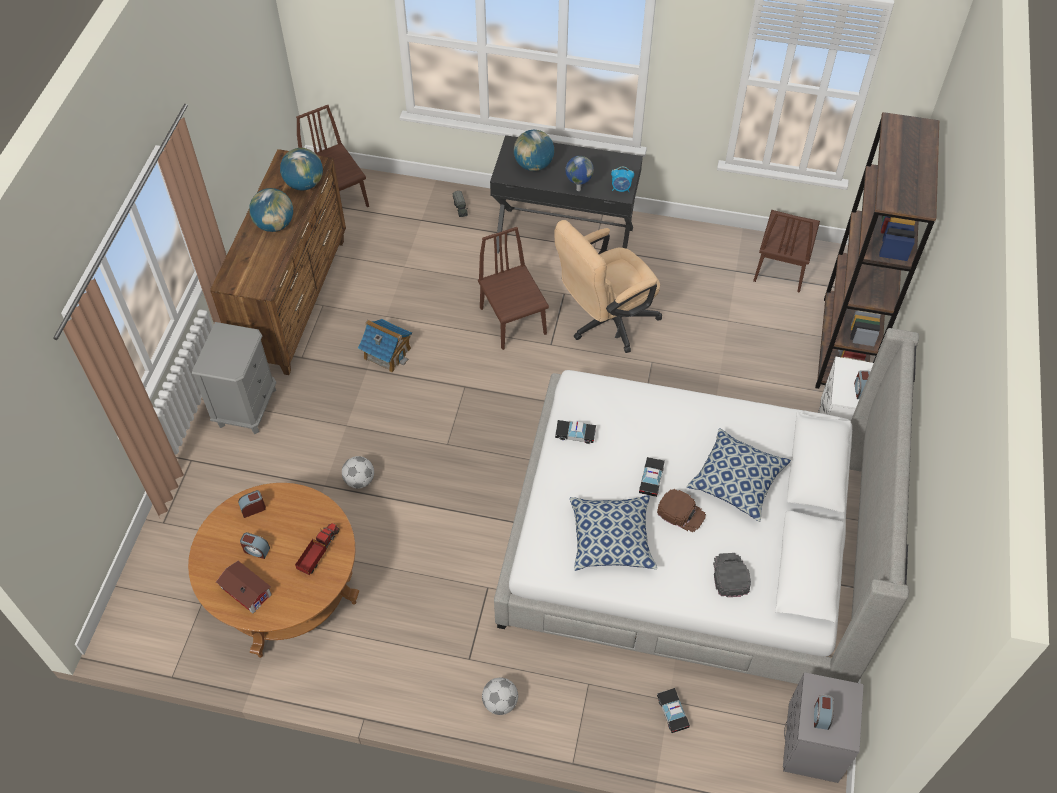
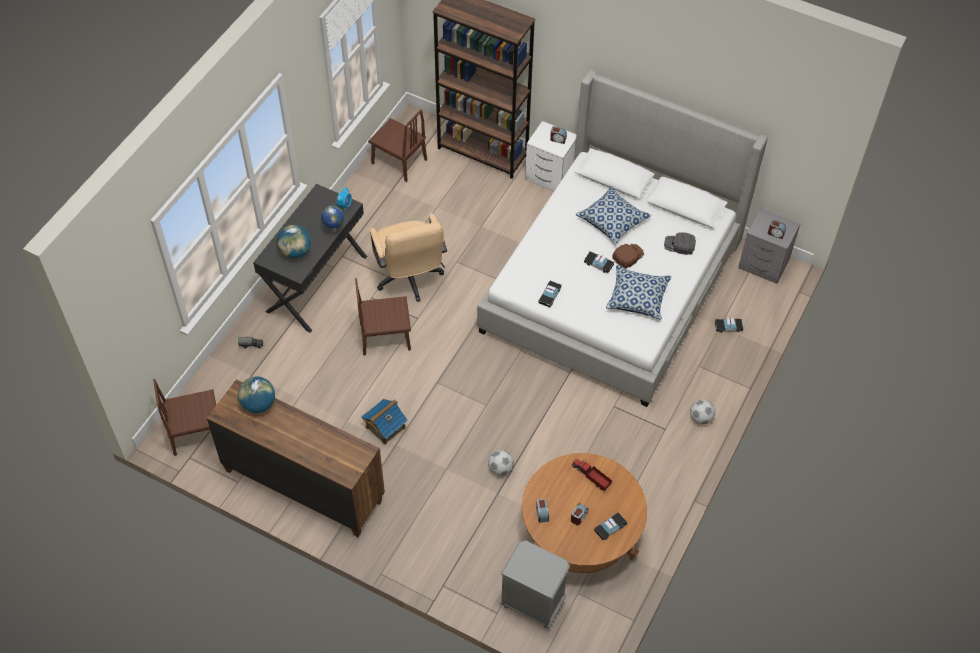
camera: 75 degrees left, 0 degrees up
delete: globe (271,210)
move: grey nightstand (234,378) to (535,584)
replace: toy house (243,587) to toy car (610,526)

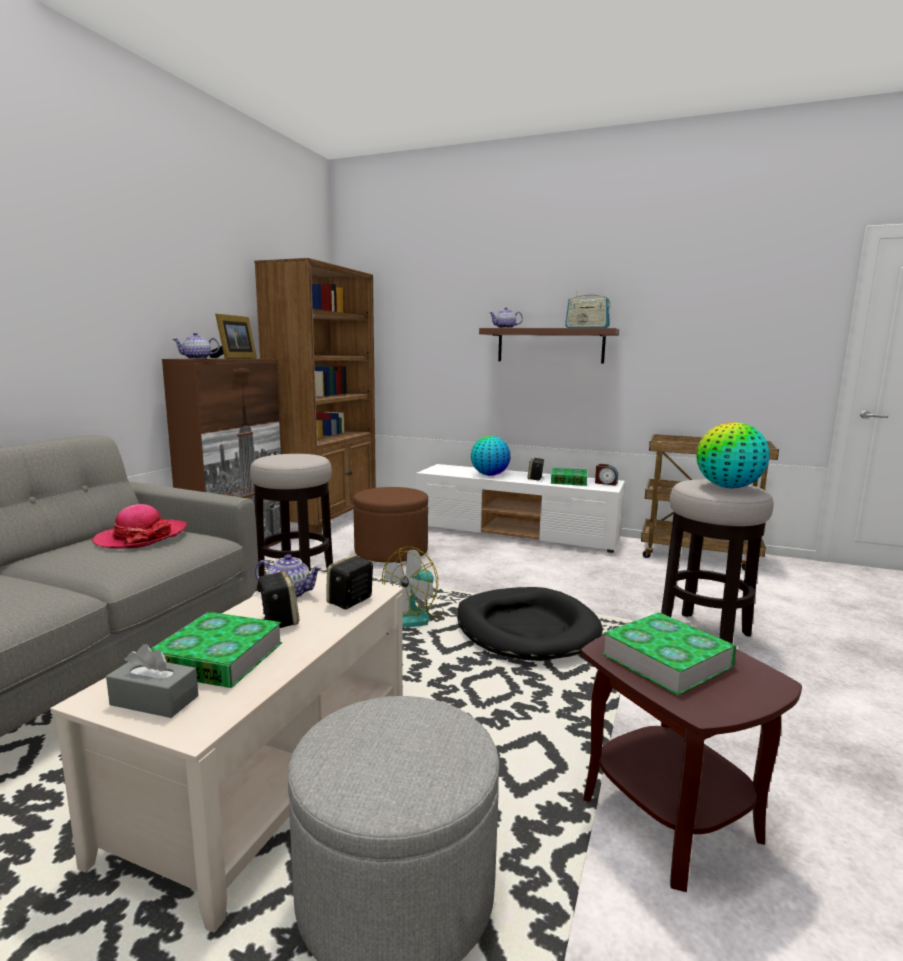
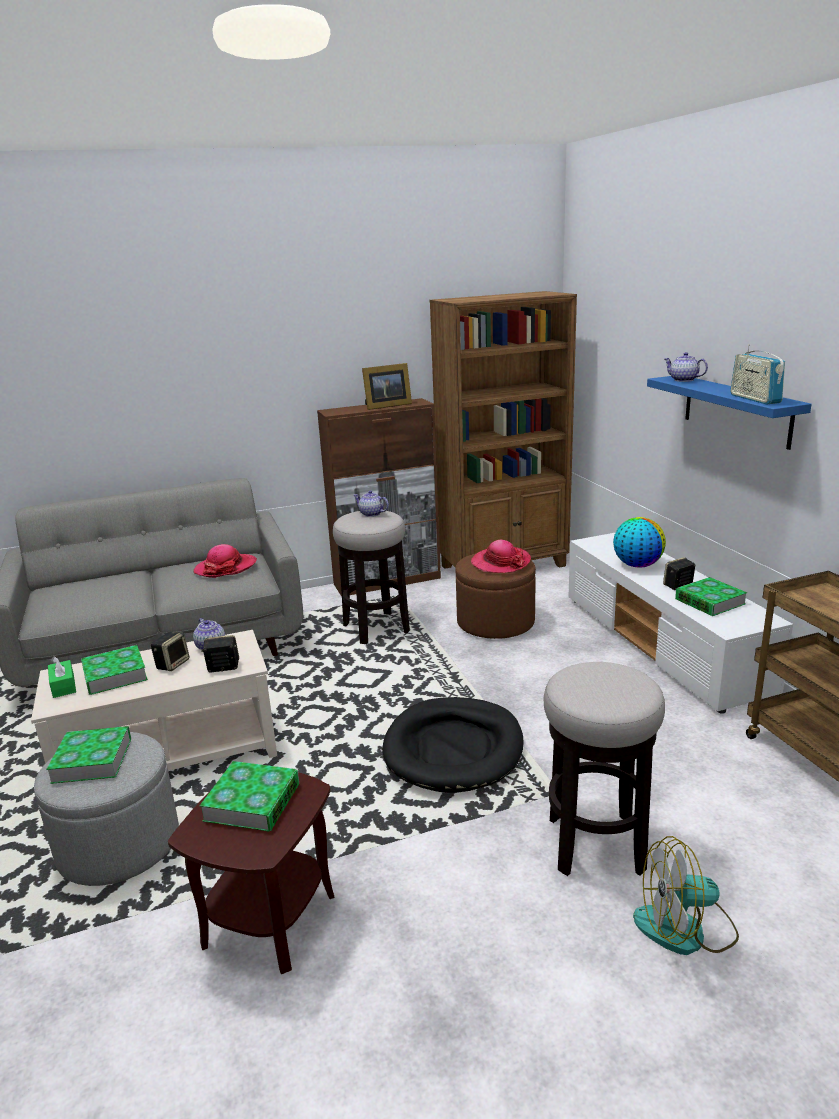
camera: 50 degrees right, 10 degrees up
delete: globe (733,455); alarm clock (606,475)
insert: hat (501,556); book (88,755)
move: teapot (196,346) to (371,504); fan (413,587) to (686,895)
recolor: brown shelf (549,345) to blue shelf (729,413); grey tissue box (152,681) to green tissue box (62,677)

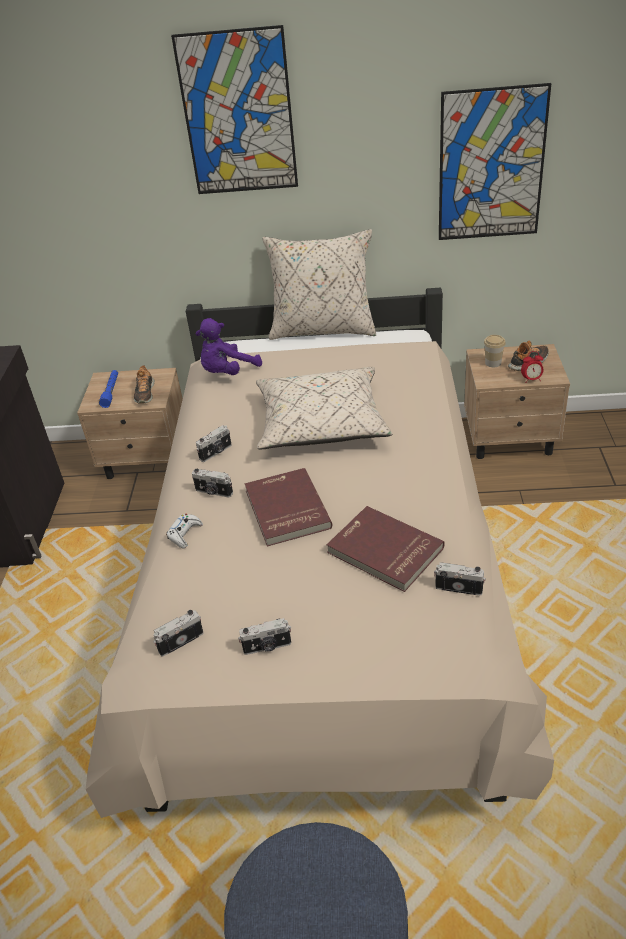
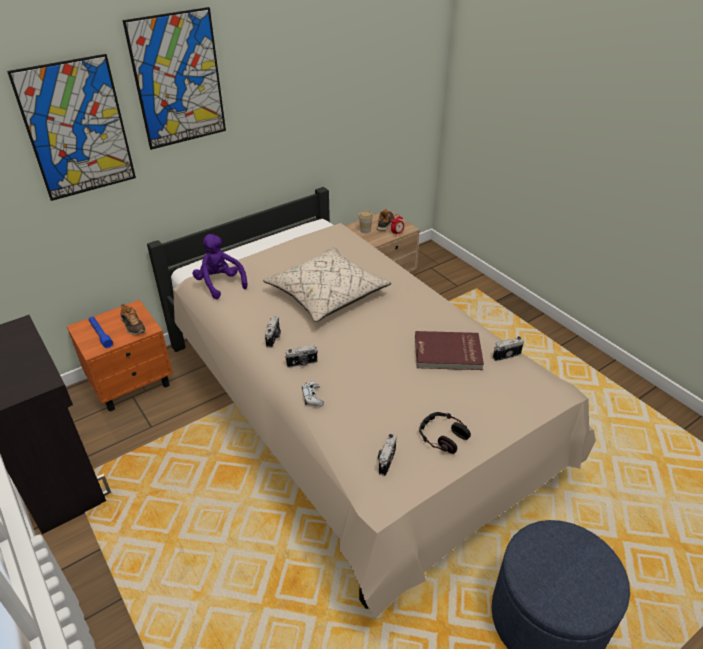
camera: 40 degrees left, 0 degrees up
delete: beige pillow (319,284); red book (288,507)
move: picture (495,161) to (71,127)
replace: photo camera (264,636) to headphones (445,433)
recolor: beige nightstand (130,423) to orange nightstand (120,355)
rotate: purple plush toy (229,346) = (220,266) 135 degrees clockwise

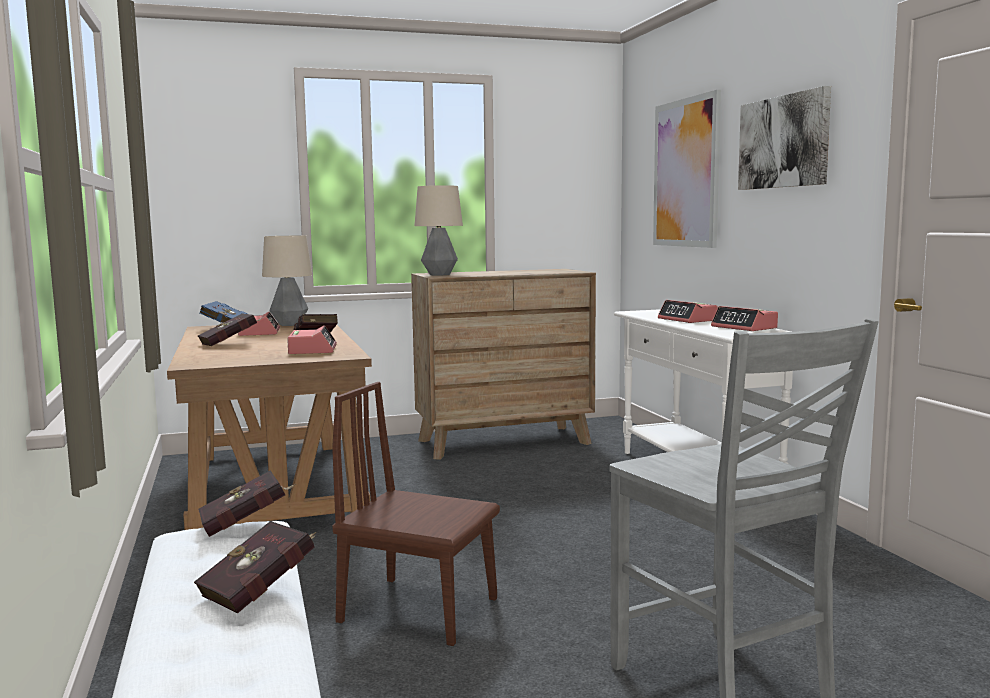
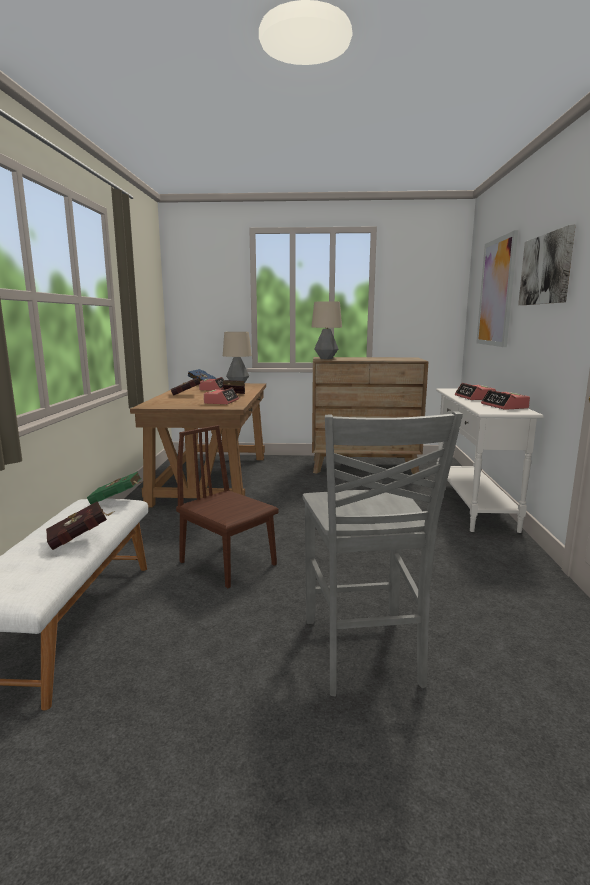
camera: 20 degrees right, 5 degrees up
recolor: red book (247,503) to green book (115,487)

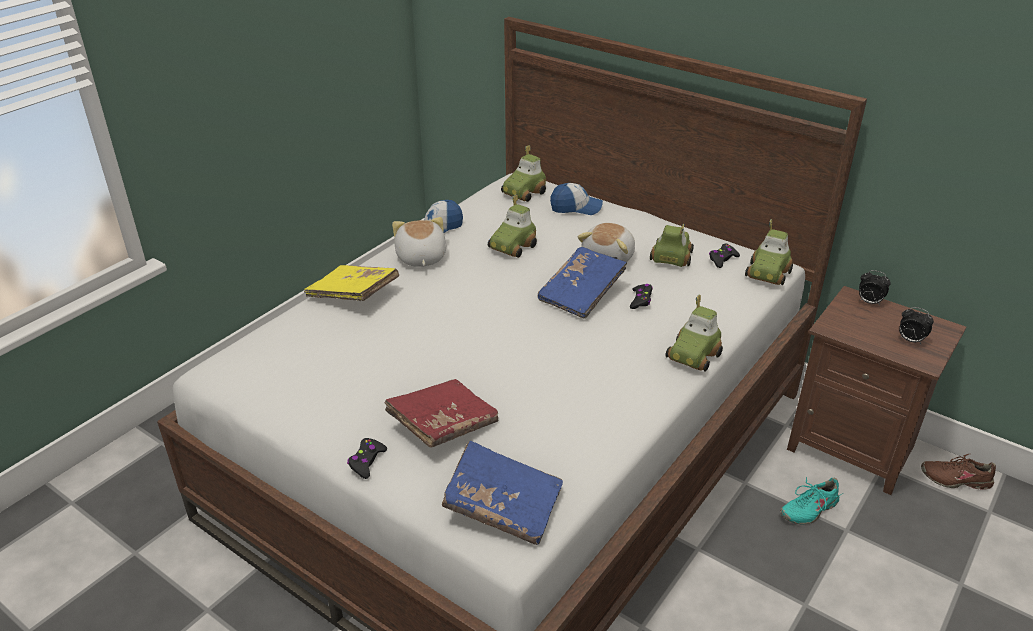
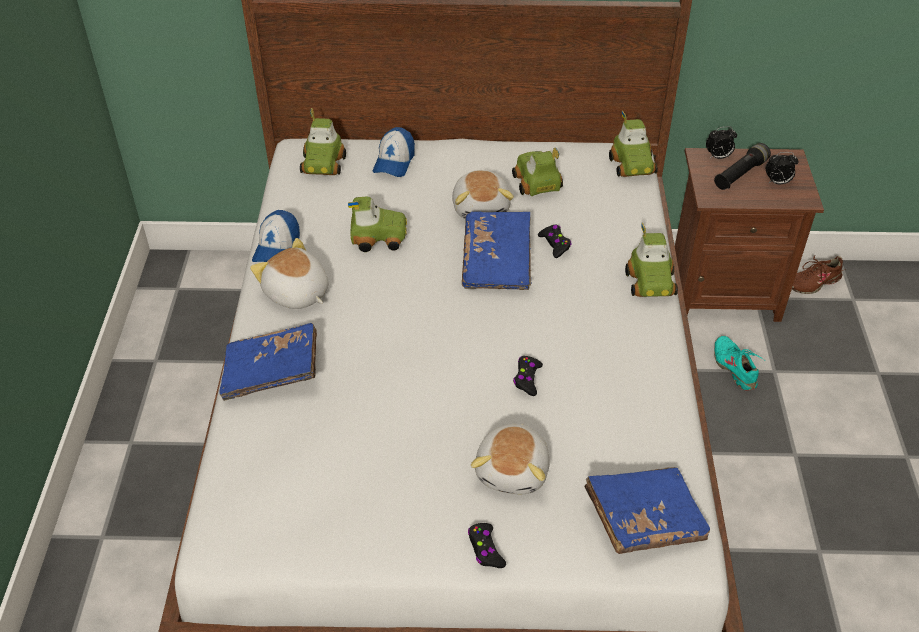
camera: 35 degrees left, 10 degrees up
insert: black flashlight (742,166)
move: black game controller (724,256) to (528,376)
replace: red book (441,413) to plush toy (510,459)
recolor: yellow book (351,283) to blue book (268,362)
rotate: cap (576,199) = (394,152) 135 degrees clockwise; toy car (512,226) = (377,224) 90 degrees counterclockwise; turquoise shoe (811,501) = (739,363) 135 degrees clockwise

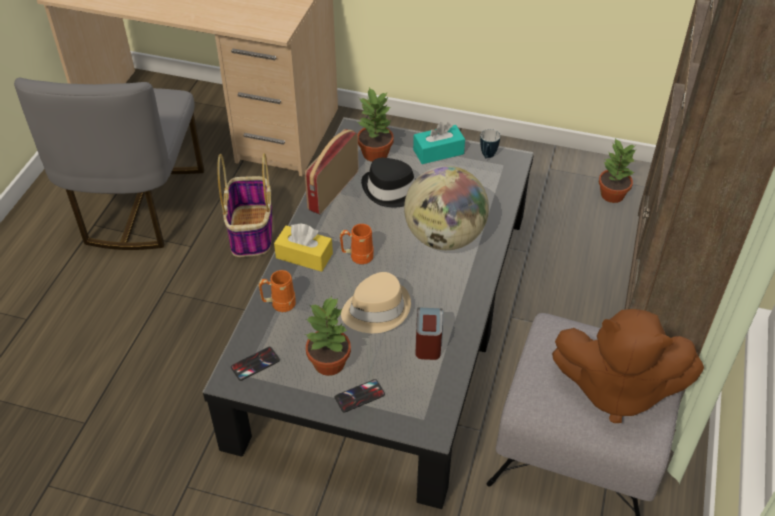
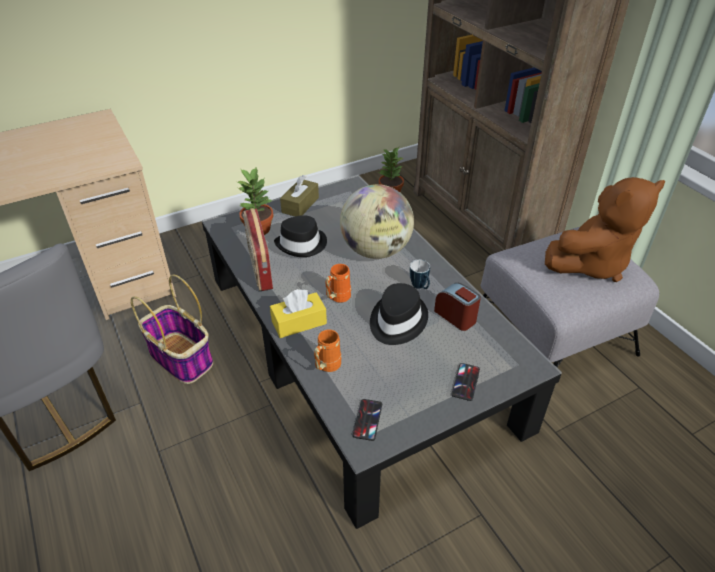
camera: 45 degrees left, 5 degrees down
delete: potted plant (328,336)
move: mug (490,143) to (420,274)
recolor: turquoise tissue box (439,143) to brown tissue box (299,195); beige hat (376,302) to black hat (399,314)

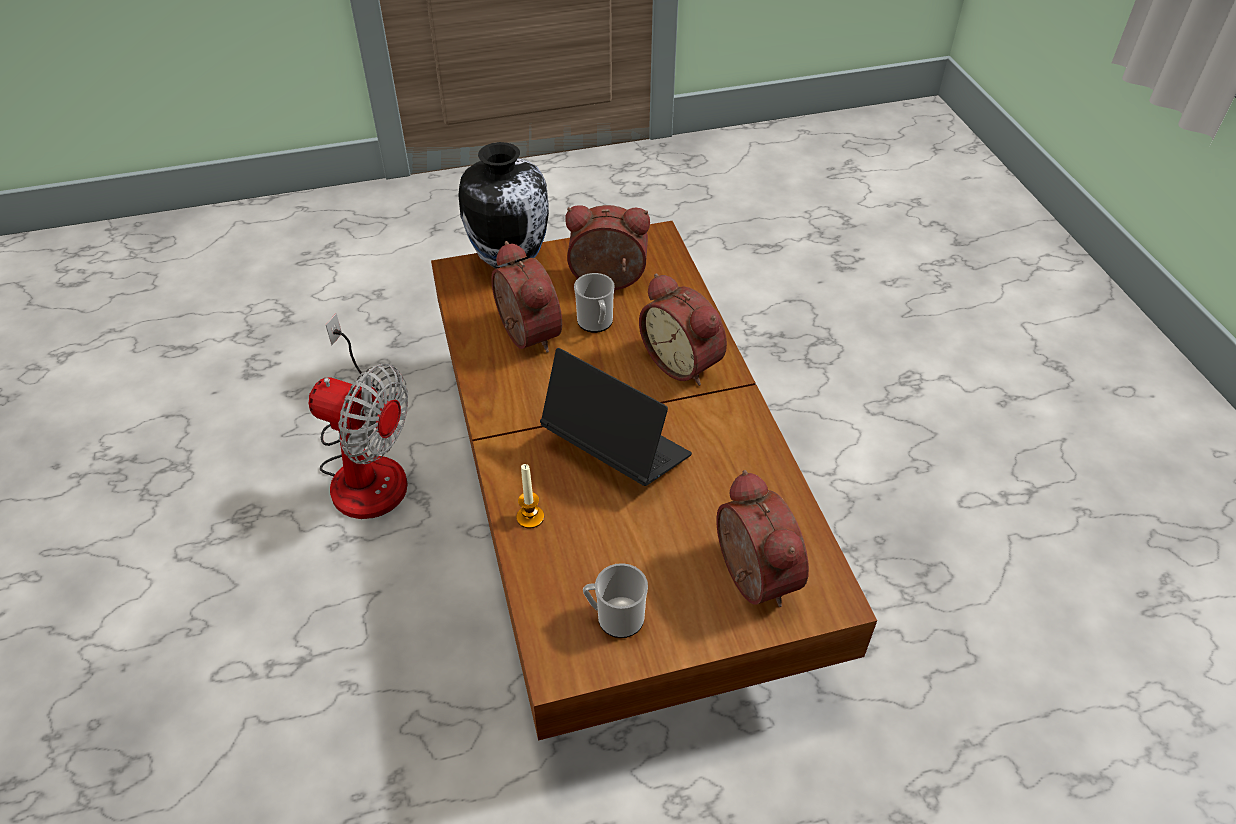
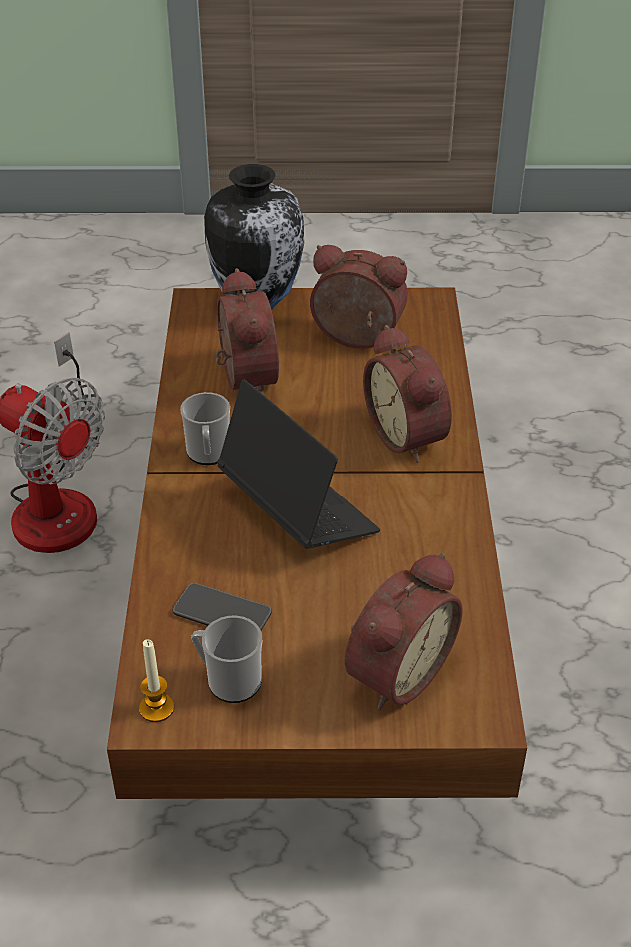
camera: 15 degrees right, 5 degrees down
insert: phone (222,606)
move: mug (594,303) to (205,428); candle (530,496) to (156,680)
rotate: alarm clock (762,538) = (404,631) 45 degrees clockwise

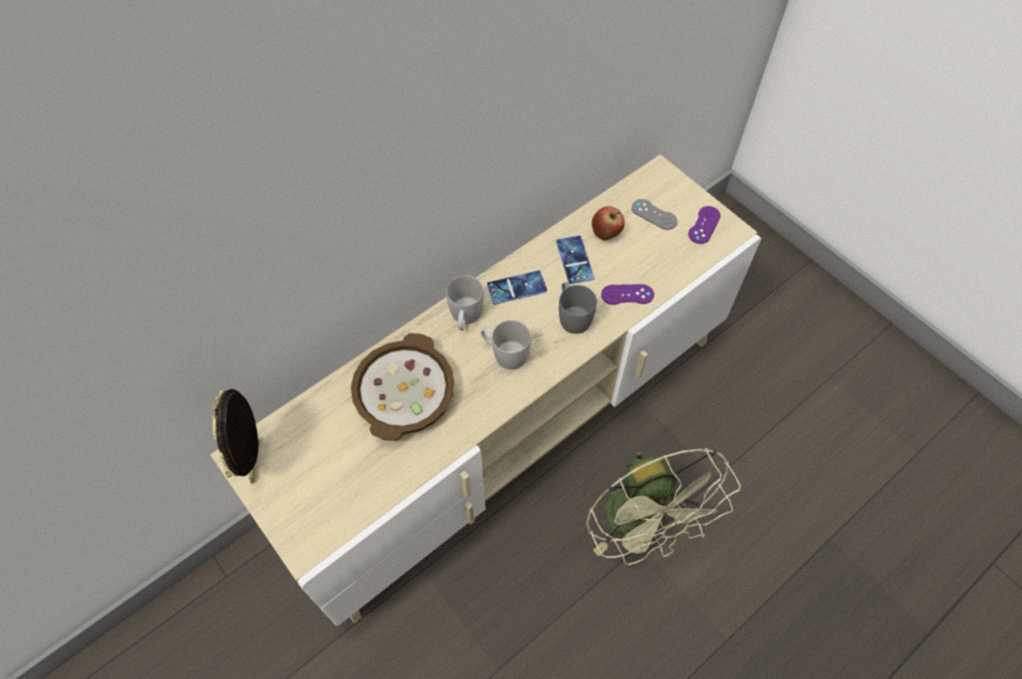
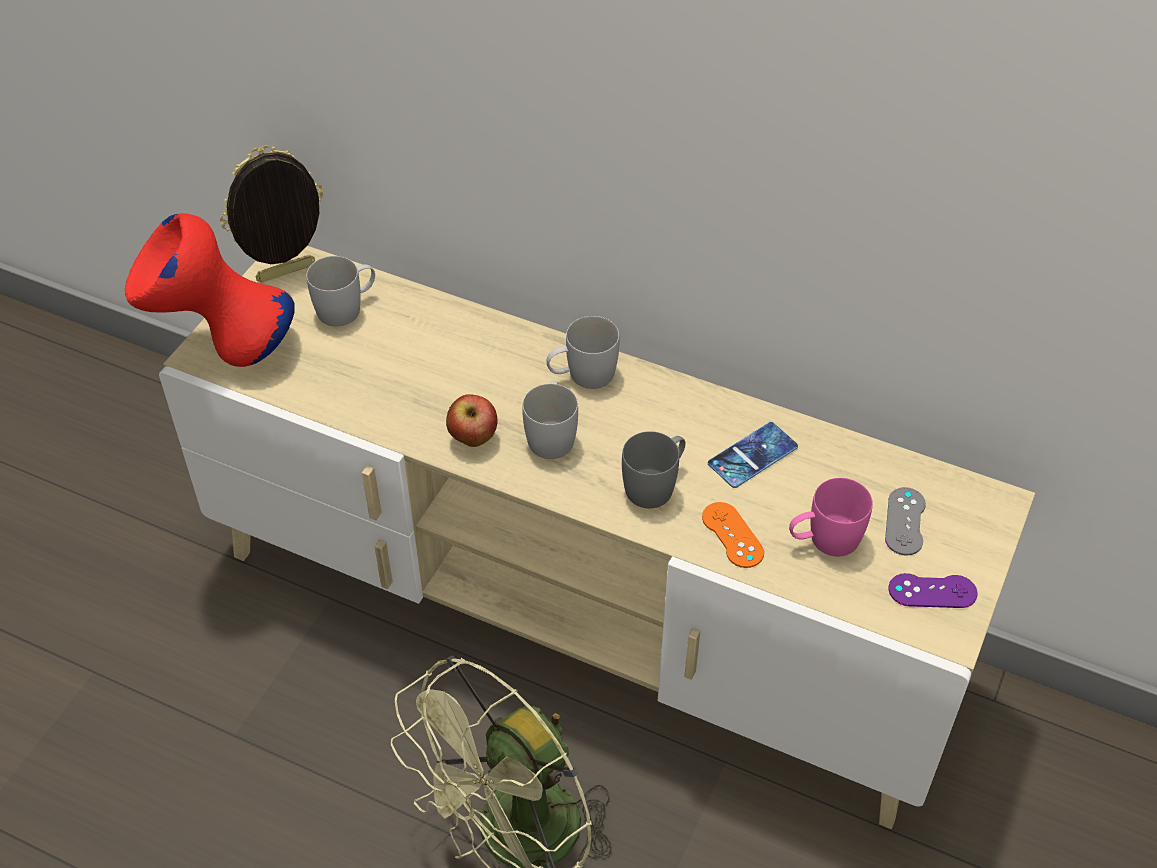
camera: 65 degrees right, 10 degrees down
delete: phone (517,287); bowl (402,387)
insert: red vase (210,290); white mug (340,291); pink mug (831,517)
move: apple (608,223) to (471,420)
recolor: purple game controller (627,294) to orange game controller (733,535)

